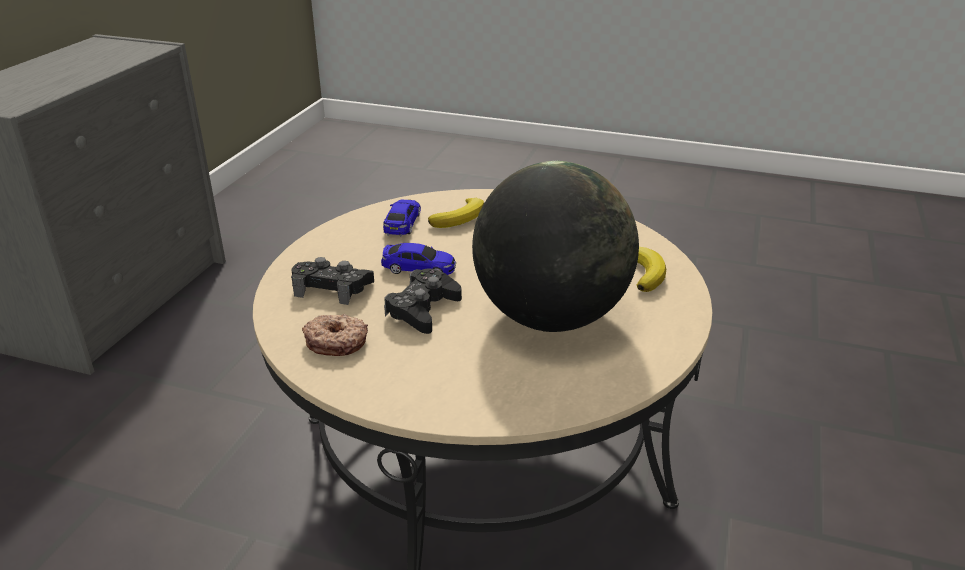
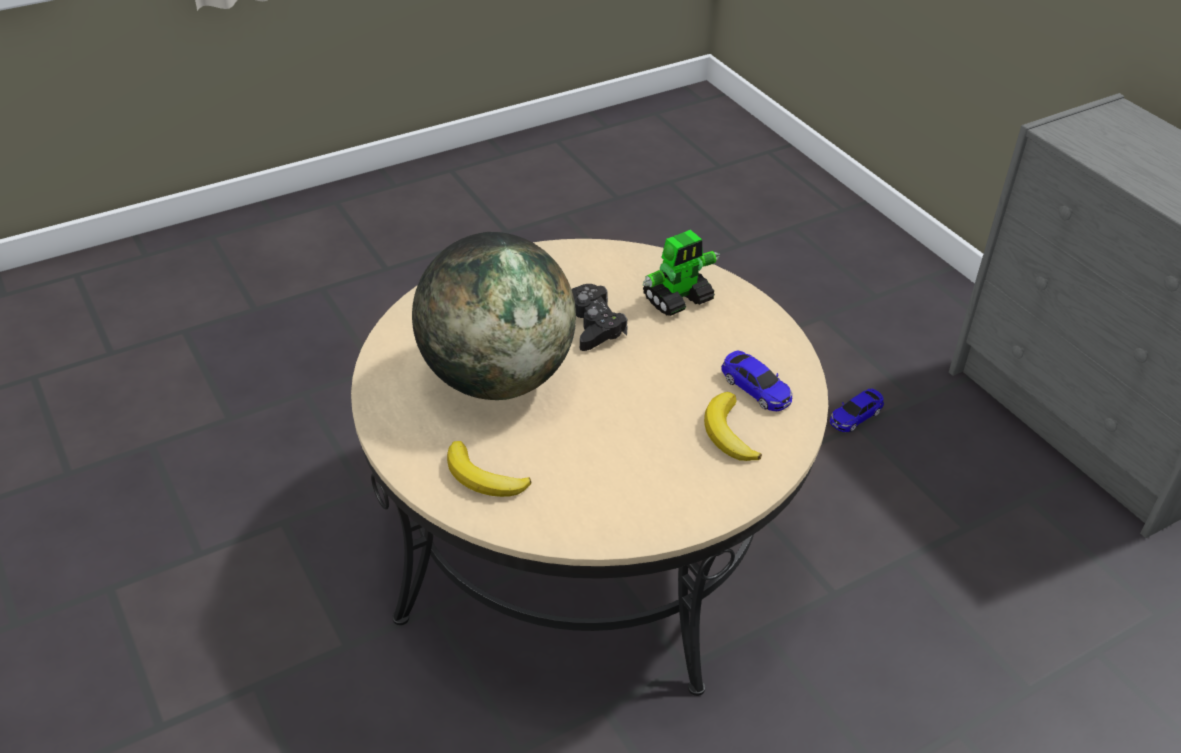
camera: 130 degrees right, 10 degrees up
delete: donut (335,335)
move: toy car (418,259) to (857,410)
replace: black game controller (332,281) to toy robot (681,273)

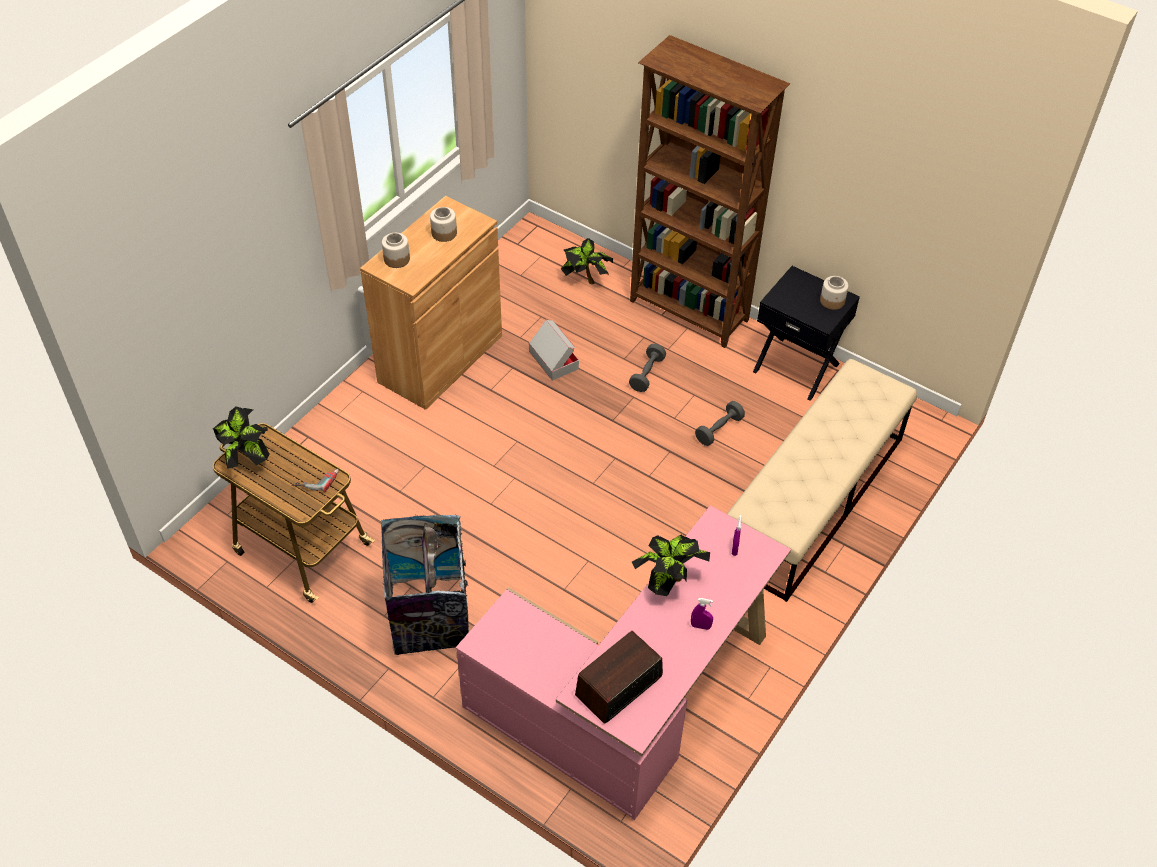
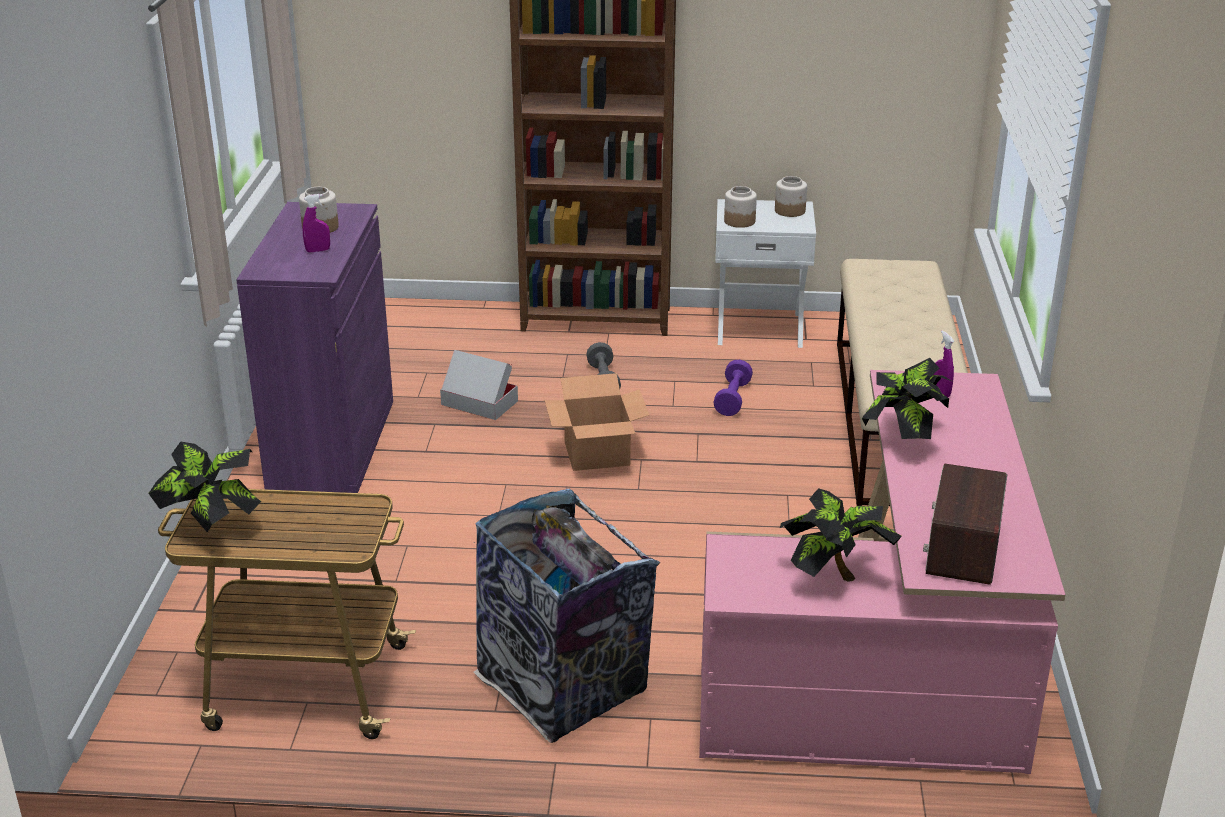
camera: 30 degrees left, 20 degrees down
delete: power drill (315,480)
insert: cardboard box (597,422)
move: jar (396,250) to (740,207); potted plant (587,261) to (840,535); purple spray bottle (702,614) to (316,223)
recolor: brown cabinet (431,303) to purple cabinet (314,347); black nightstand (806,333) to white nightstand (765,273); grey dumbbell (720,423) to purple dumbbell (733,388)

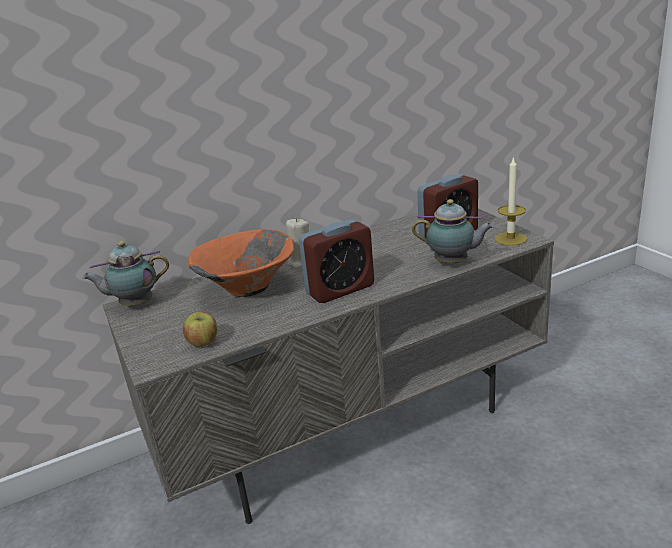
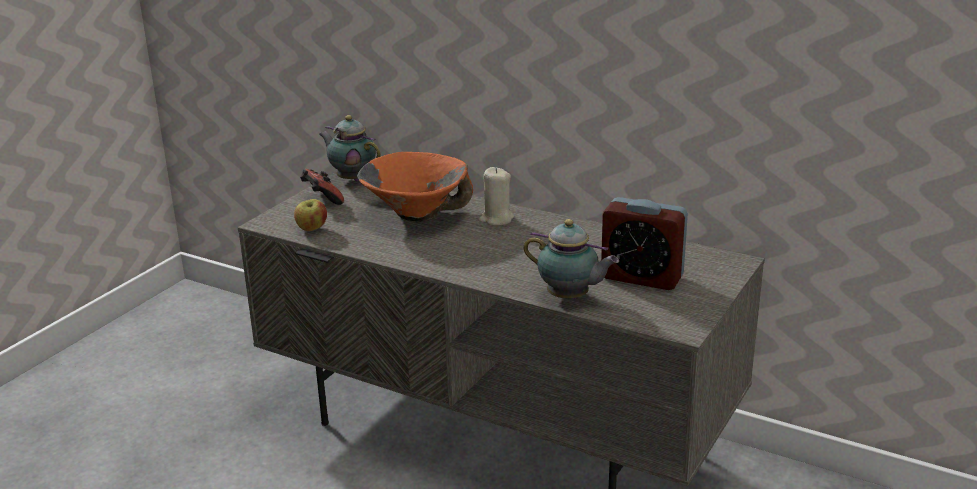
camera: 55 degrees right, 0 degrees up
delete: candle (511,201); alarm clock (336,261)
insert: game controller (322,187)
rotate: teapot (453,231) = (571,259) 45 degrees counterclockwise

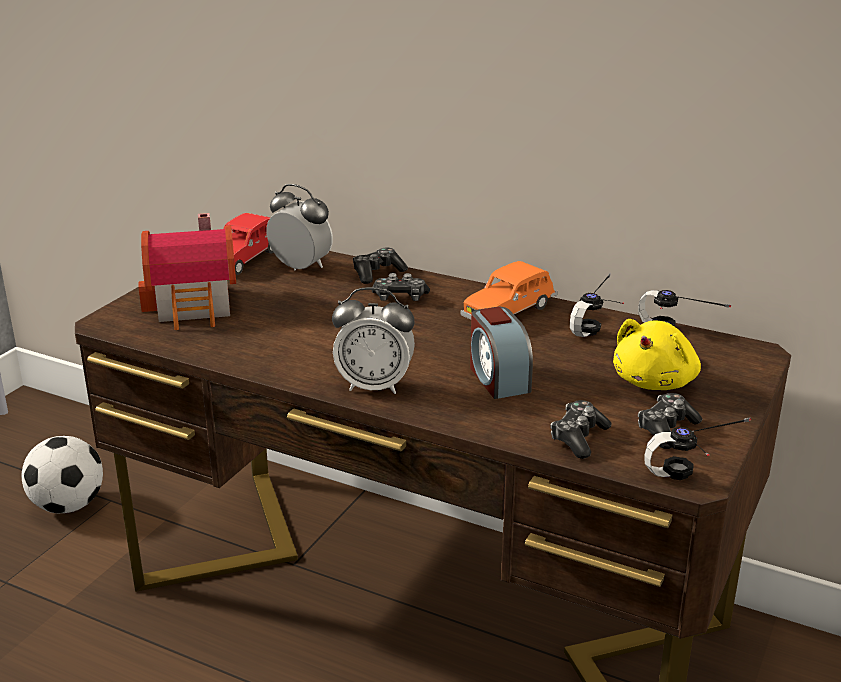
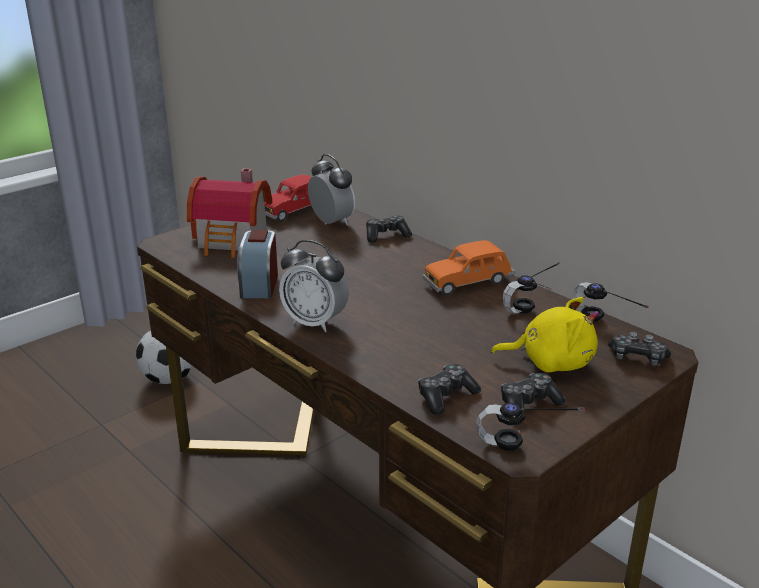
camera: 20 degrees right, 0 degrees up
move: game controller (401,287) to (639,349); alarm clock (501,353) to (257,264)
rotate: yellow plush toy (657,354) = (545,334) 135 degrees counterclockwise

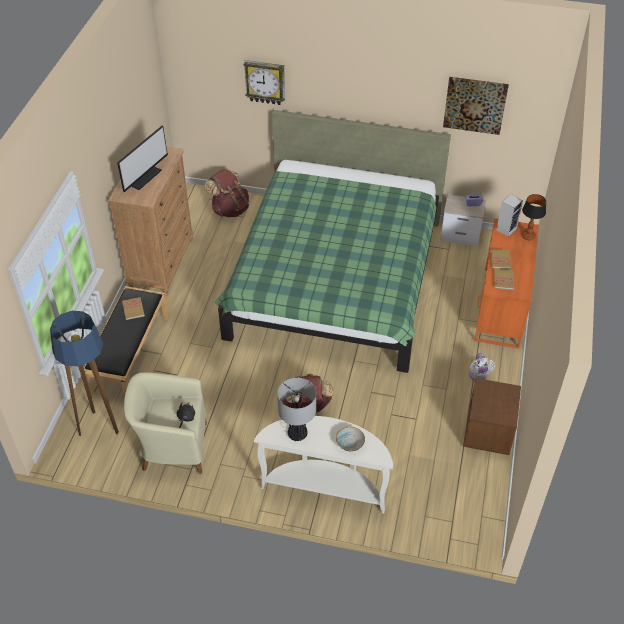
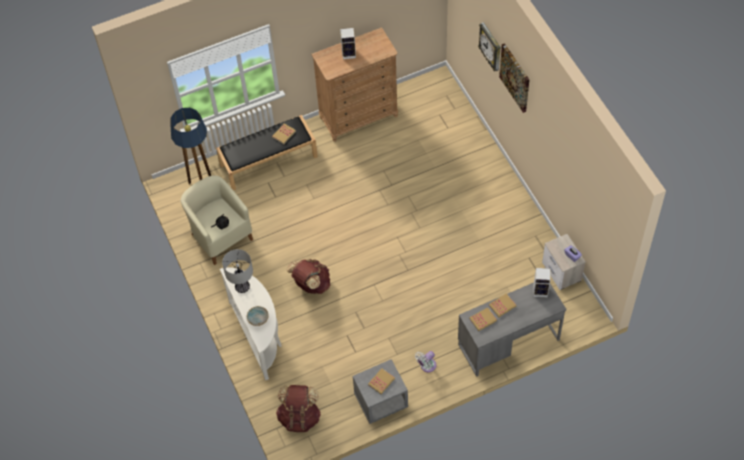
camera: 55 degrees right, 10 degrees up
delete: green bed (332,241); table lamp (533,217)
insert: book (381,381)
move: picture (476,106) to (514,78); brown backpack (226,192) to (298,408)
replace: monitor (142,159) to speaker (348,44)
recolor: orange desk (506,283) to grey desk (512,330); brown nightstand (492,416) to grey nightstand (380,391)

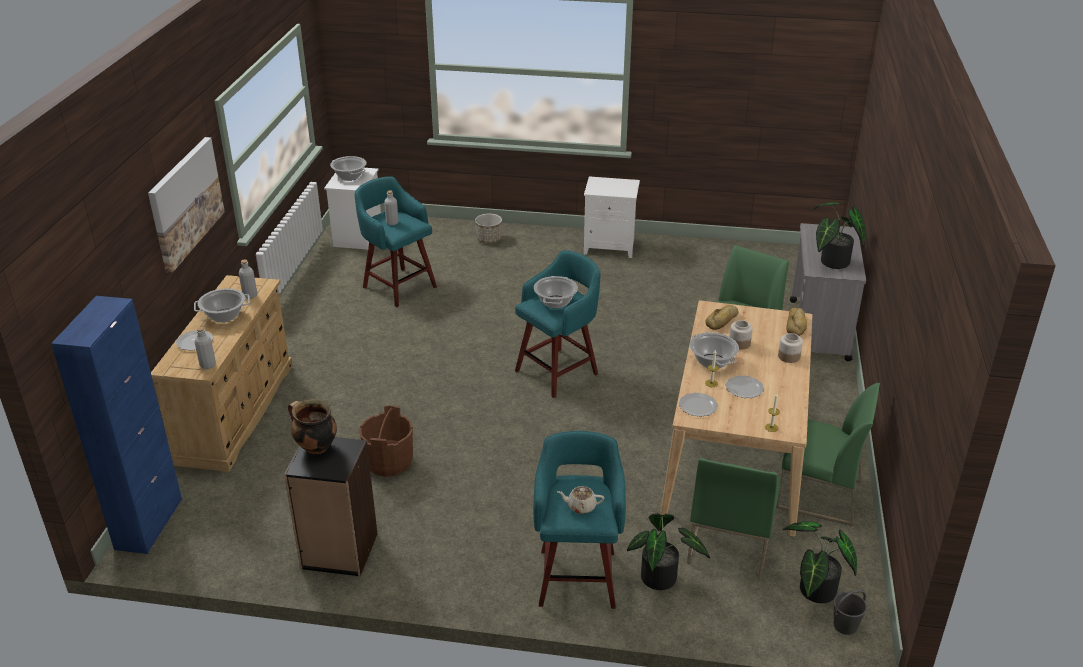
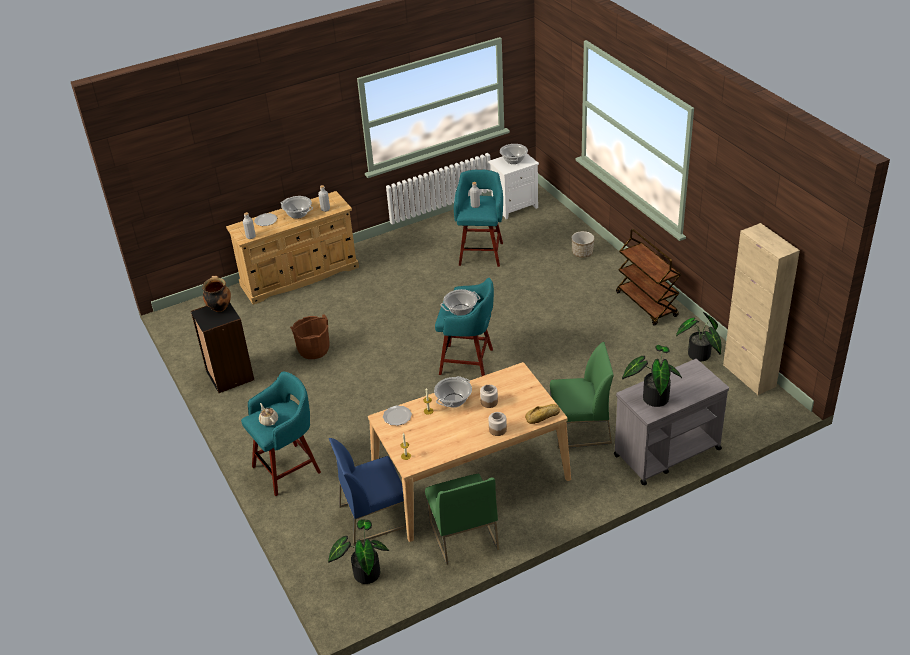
camera: 55 degrees right, 5 degrees up
delete: picture (186,205); blue cabinet (116,425); bread (722,317); plate (745,387); grey bucket (850,612)
insert: beige cabinet (761,309)
move: potted plant (668,551) to (699,337)
replace: white nightstand (612,217) to brown cart (648,277)
recolor: green chair (734,519) to blue chair (367,491)

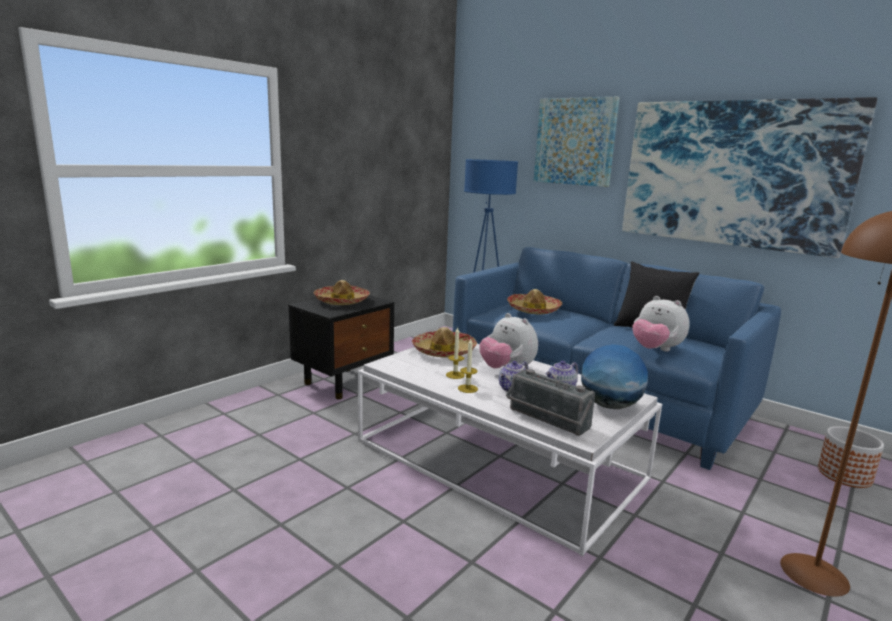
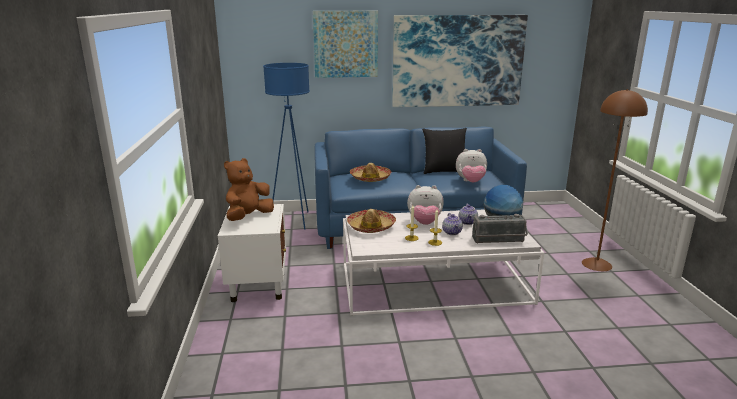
camera: 45 degrees left, 5 degrees up
delete: planter (851,457)
replace: hat (342,292) to brown plush toy (249,189)
recolor: black nightstand (341,347) to white nightstand (252,253)

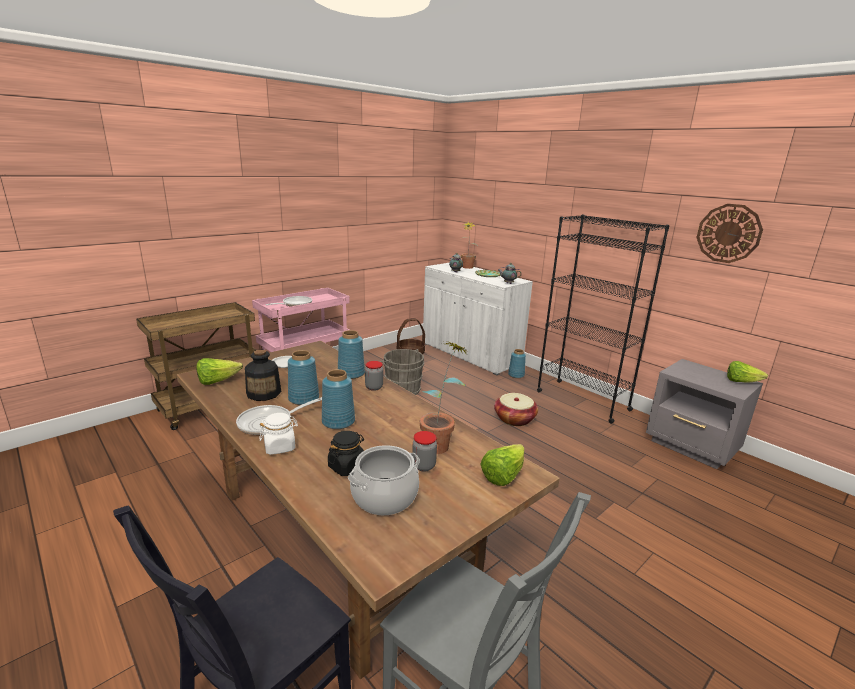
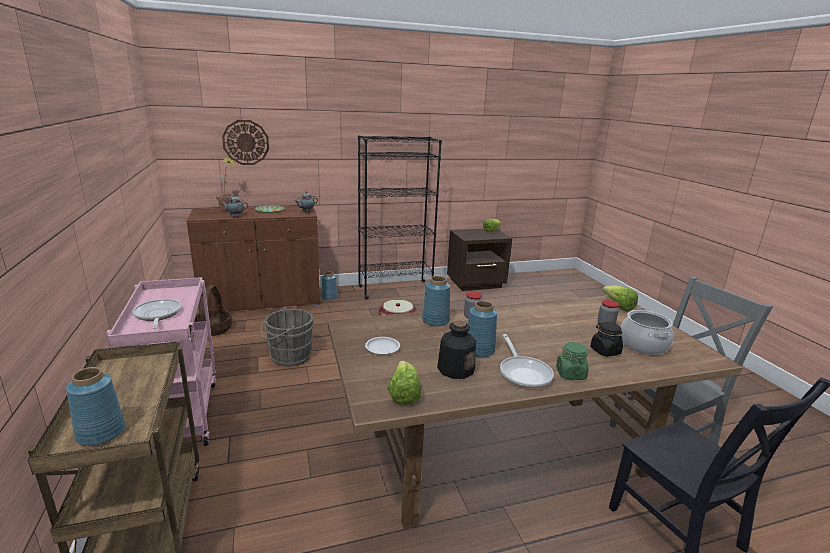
camera: 65 degrees left, 0 degrees up
delete: potted plant (444,397)
move: wall clock (729,233) to (245,142); blue vase (338,399) to (95,406)
recolor: white cabinet (478,319) to brown cabinet (253,259); grey nightstand (704,414) to brown nightstand (479,260); white jar (278,434) to green jar (572,361)

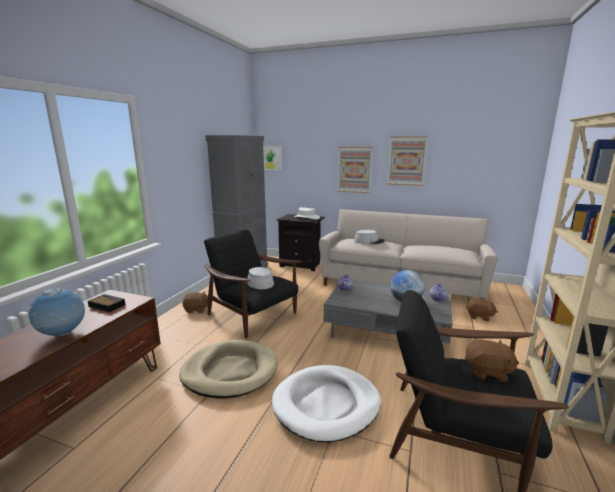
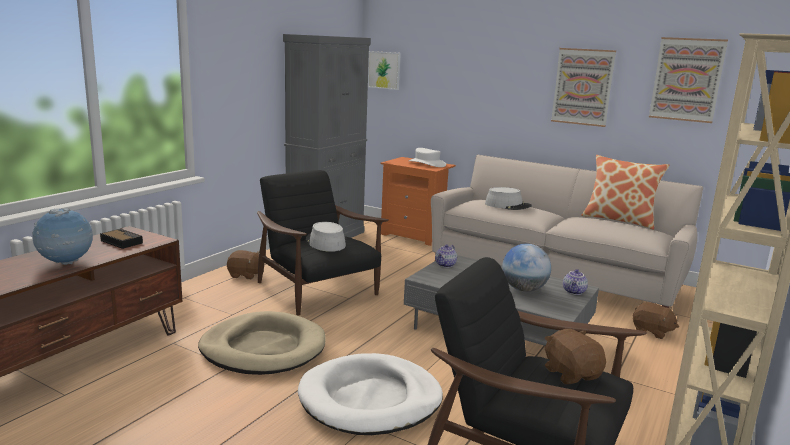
camera: 10 degrees right, 0 degrees up
insert: pillow (625,192)
move: picture (355,170) to (688,80)
recolor: black nightstand (300,242) to orange nightstand (418,201)
rotate: brown plush toy (492,360) = (575,356) 135 degrees counterclockwise

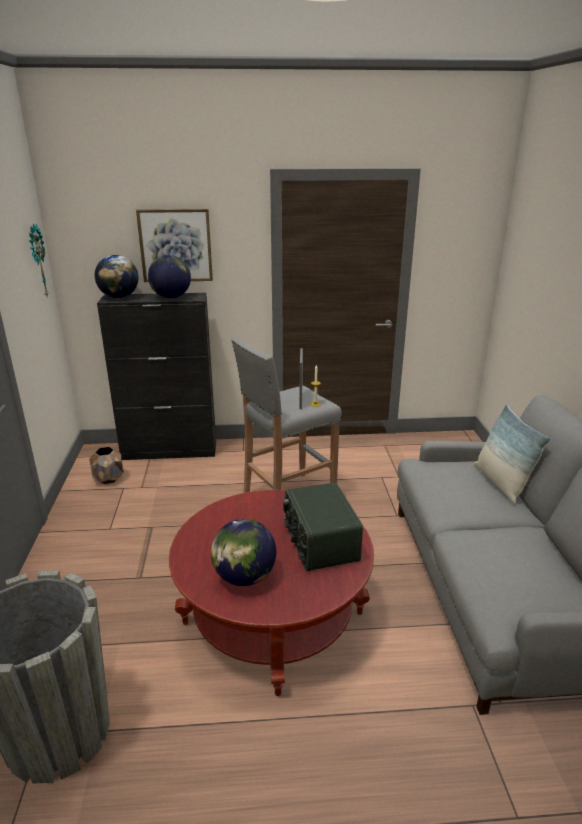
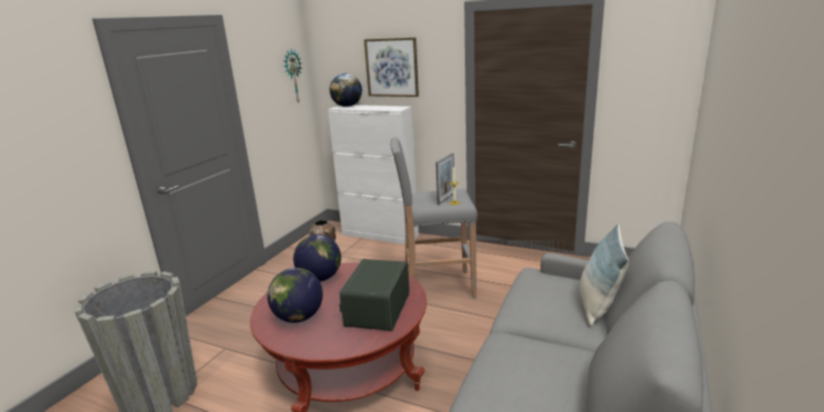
camera: 30 degrees right, 5 degrees down
move: globe (169,276) to (317,258)
recolor: black cabinet (156,376) to white cabinet (373,175)

